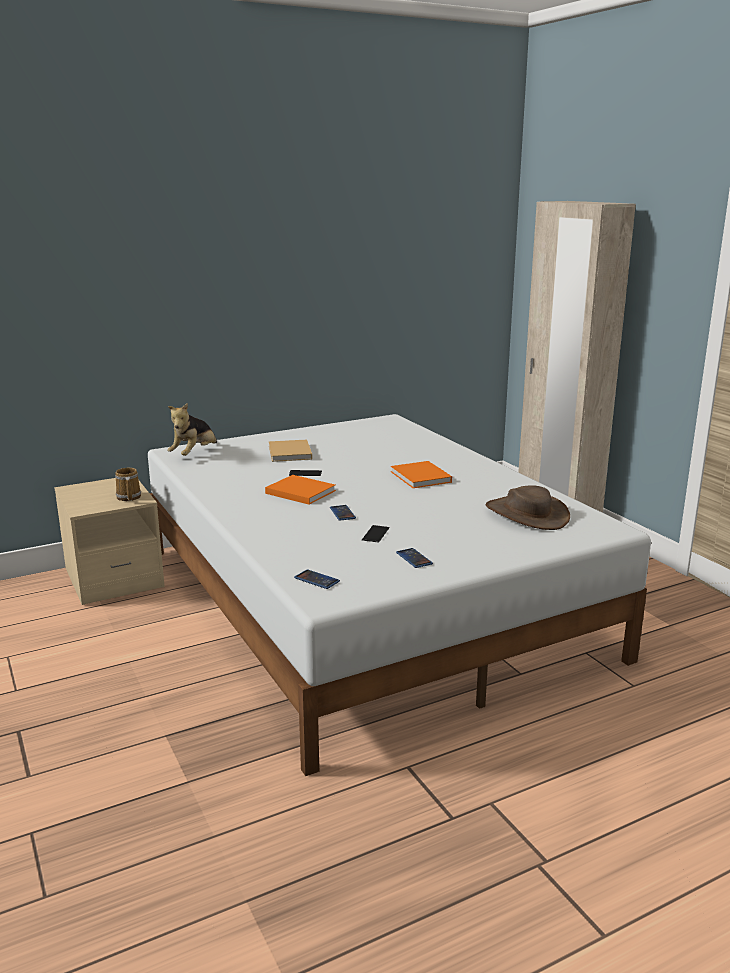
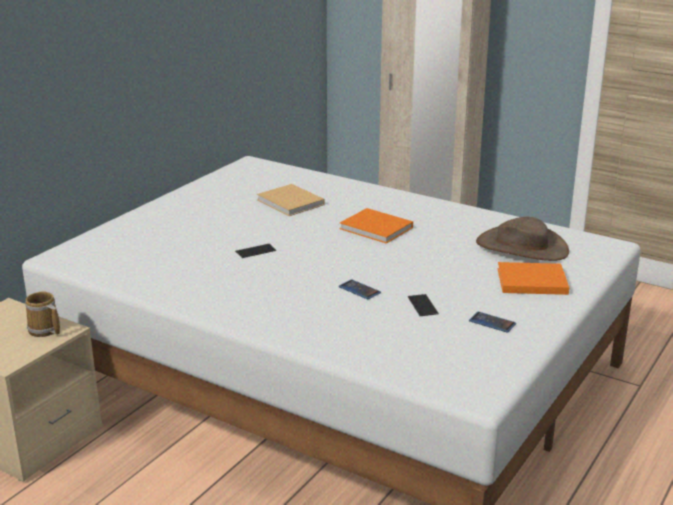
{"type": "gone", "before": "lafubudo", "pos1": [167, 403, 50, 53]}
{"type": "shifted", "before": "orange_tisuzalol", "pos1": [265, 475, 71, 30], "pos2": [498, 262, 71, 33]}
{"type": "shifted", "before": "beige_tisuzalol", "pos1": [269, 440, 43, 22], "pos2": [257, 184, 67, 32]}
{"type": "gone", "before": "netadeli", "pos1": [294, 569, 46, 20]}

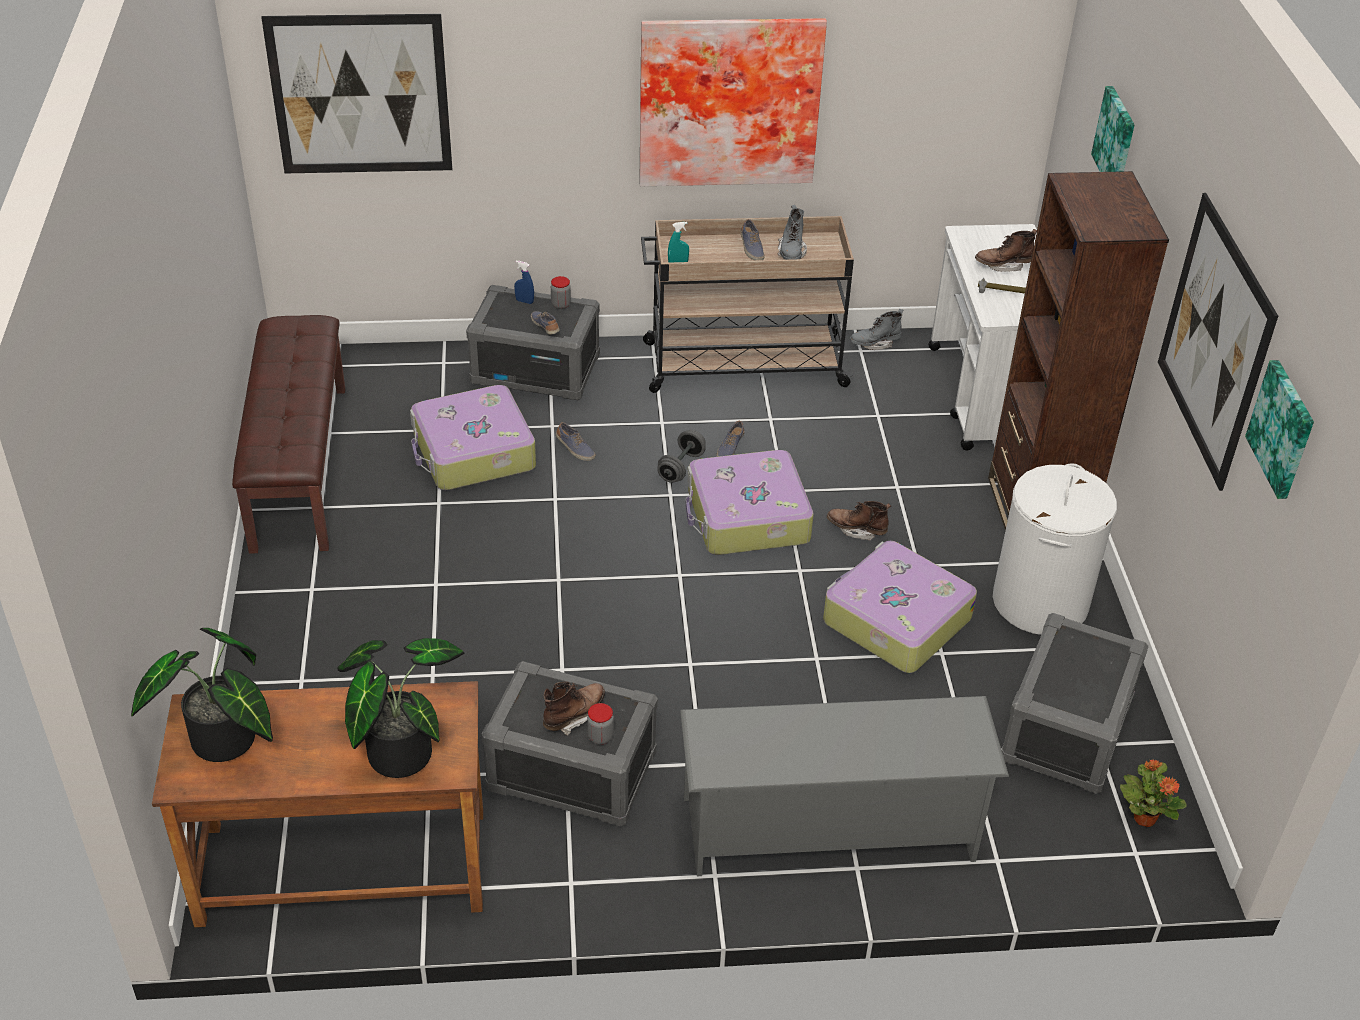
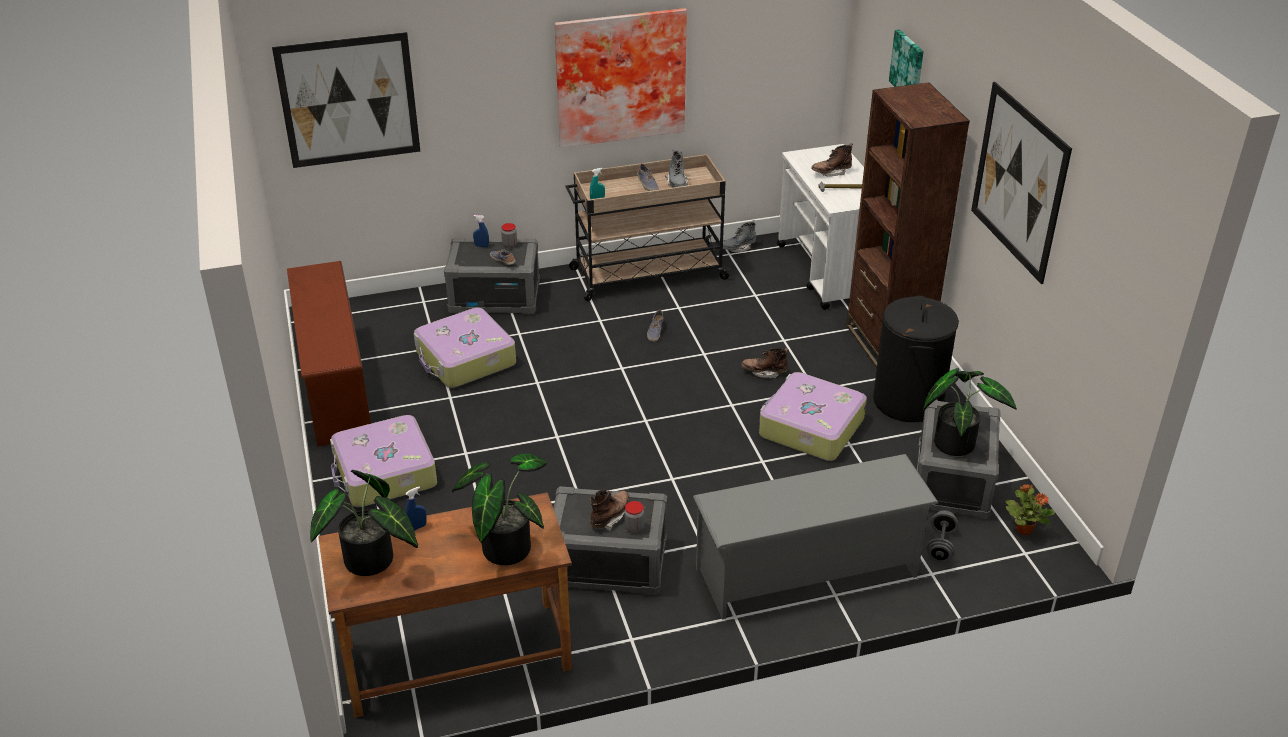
{"type": "swapped", "before": "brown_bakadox", "after": "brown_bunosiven", "pos1": [232, 315, 113, 239], "pos2": [287, 261, 84, 185]}
{"type": "gone", "before": "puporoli", "pos1": [556, 422, 40, 39]}
{"type": "shifted", "before": "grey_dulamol", "pos1": [657, 430, 49, 53], "pos2": [926, 510, 33, 52]}
{"type": "shifted", "before": "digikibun", "pos1": [685, 450, 129, 105], "pos2": [330, 415, 107, 92]}
{"type": "repainted", "before": "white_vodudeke", "after": "black_vodudeke", "pos1": [993, 463, 124, 172], "pos2": [873, 295, 86, 127]}
{"type": "gone", "before": "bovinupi", "pos1": [1245, 360, 69, 139]}
{"type": "new", "after": "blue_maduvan", "pos2": [405, 486, 22, 45]}
{"type": "new", "after": "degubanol", "pos2": [923, 368, 94, 88]}

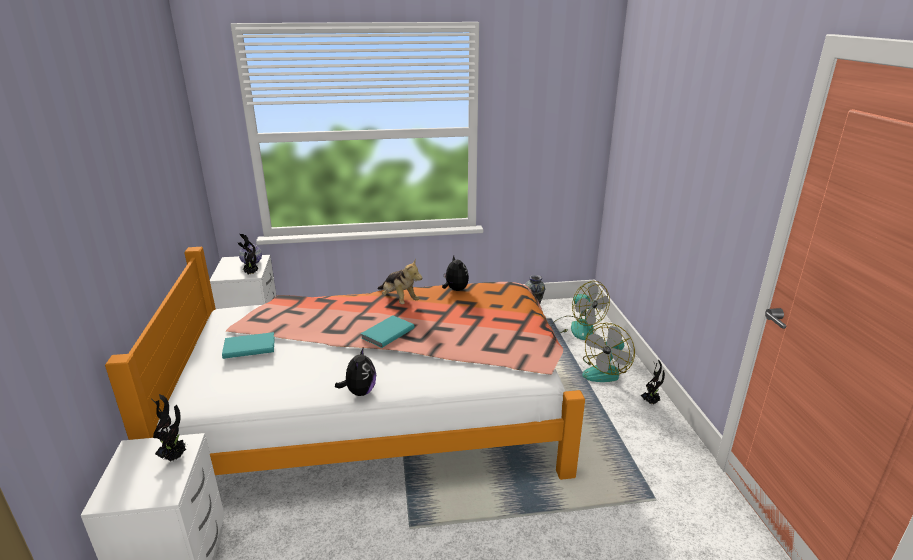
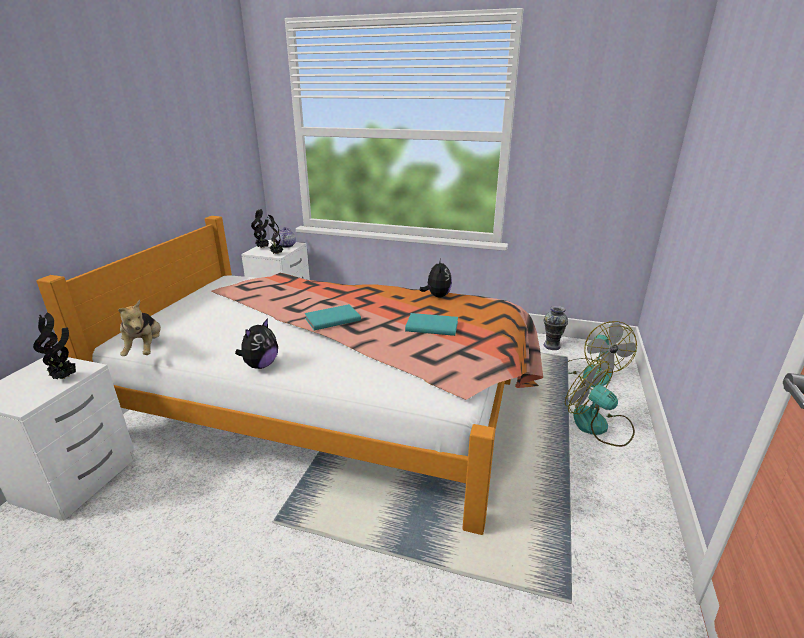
{"type": "shifted", "before": "turquoise_tisuzalol", "pos1": [222, 332, 53, 27], "pos2": [405, 313, 53, 23]}
{"type": "shifted", "before": "lafubudo", "pos1": [377, 258, 45, 46], "pos2": [118, 300, 43, 56]}
{"type": "rotated", "before": "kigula", "pos1": [582, 323, 53, 59], "pos2": [565, 360, 70, 87], "turn": 75}
{"type": "shifted", "before": "degubanol", "pos1": [641, 360, 24, 44], "pos2": [251, 209, 18, 39]}

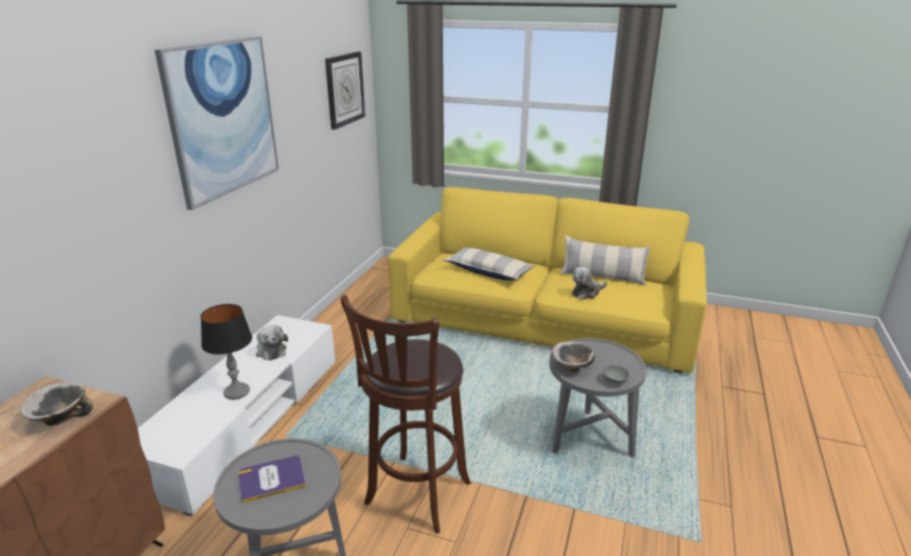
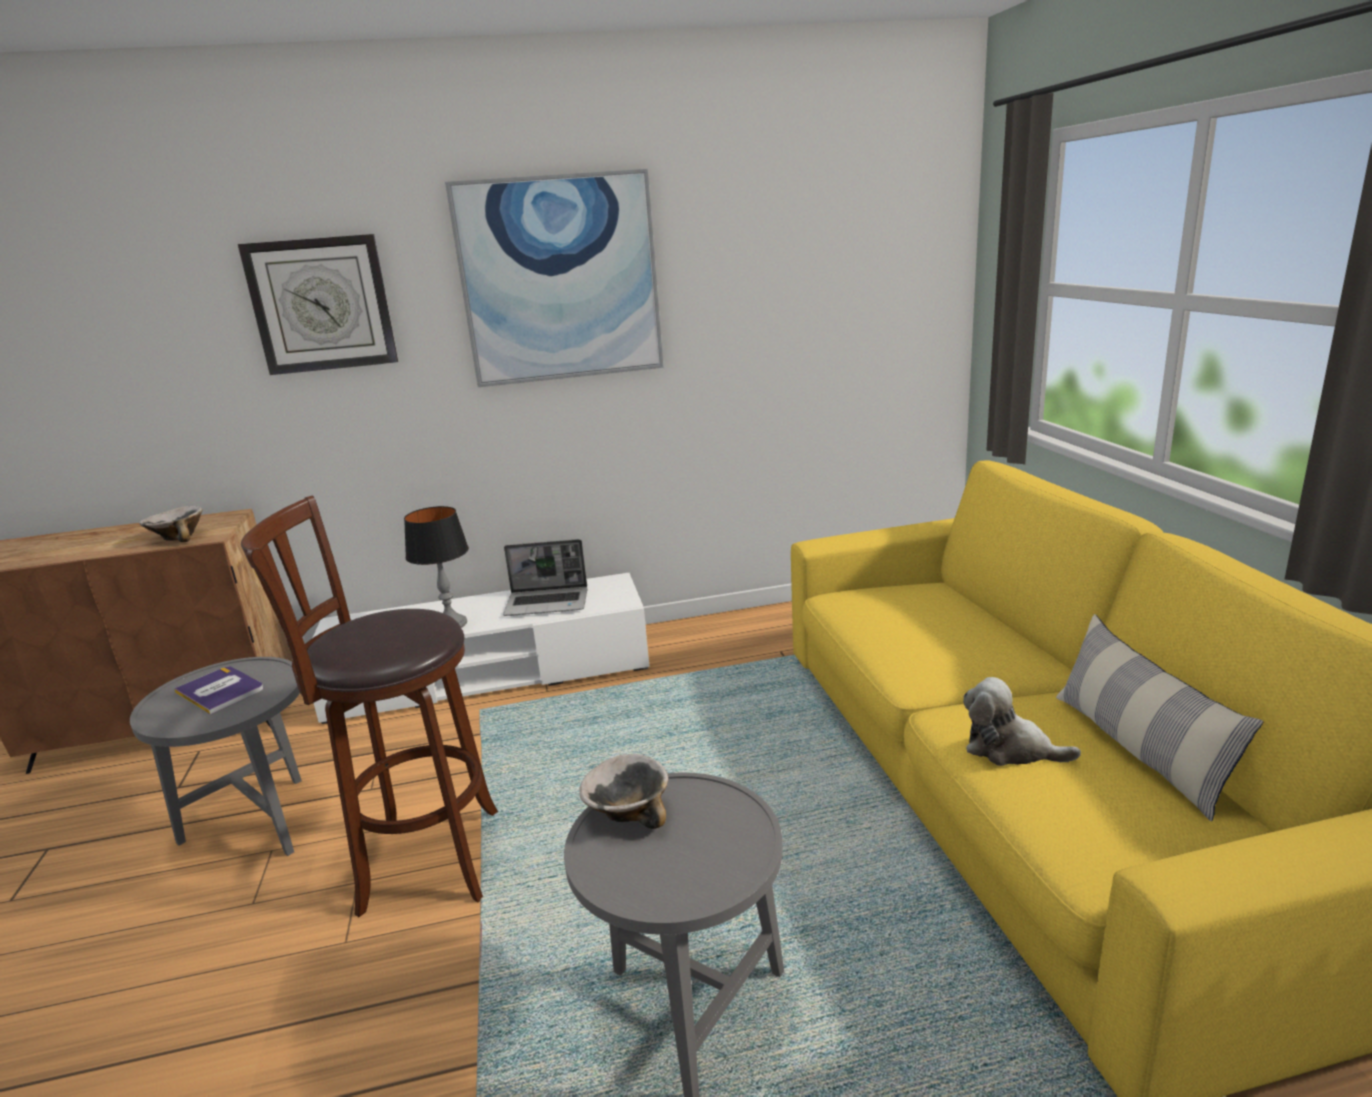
{"type": "swapped", "before": "lafubudo", "after": "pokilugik", "pos1": [256, 325, 32, 36], "pos2": [503, 539, 84, 77]}
{"type": "shifted", "before": "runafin", "pos1": [325, 52, 40, 78], "pos2": [238, 234, 160, 141]}
{"type": "gone", "before": "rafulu", "pos1": [444, 247, 90, 33]}
{"type": "gone", "before": "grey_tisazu", "pos1": [603, 365, 27, 19]}

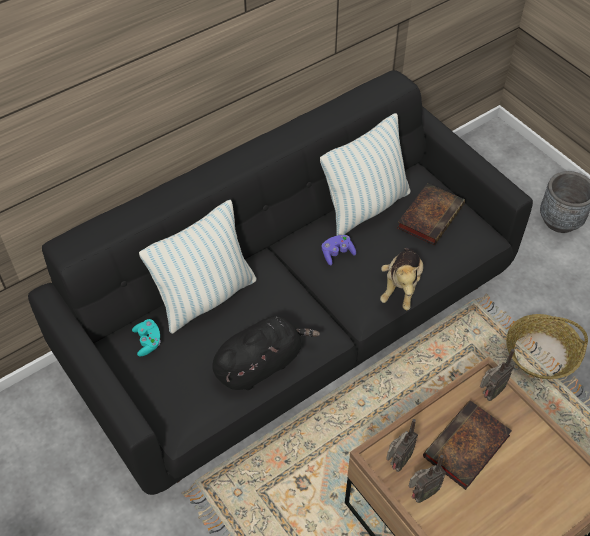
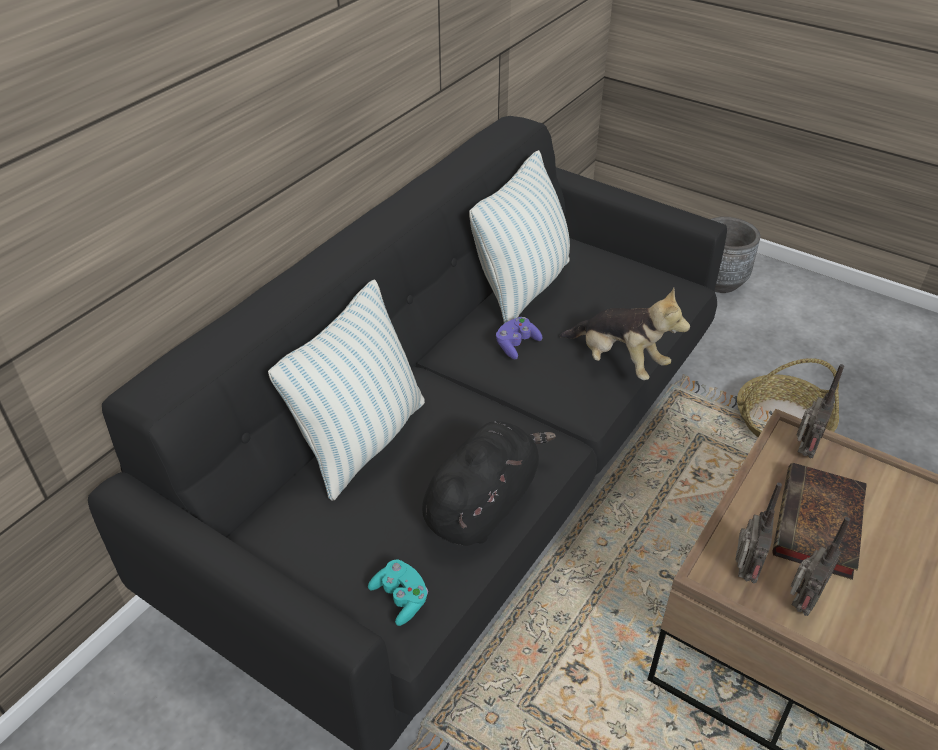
{"type": "shifted", "before": "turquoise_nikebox", "pos1": [132, 319, 29, 37], "pos2": [368, 559, 60, 67]}
{"type": "rotated", "before": "lafubudo", "pos1": [380, 248, 43, 62], "pos2": [559, 288, 131, 92], "turn": -45}
{"type": "gone", "before": "tisuzalol", "pos1": [397, 183, 68, 62]}

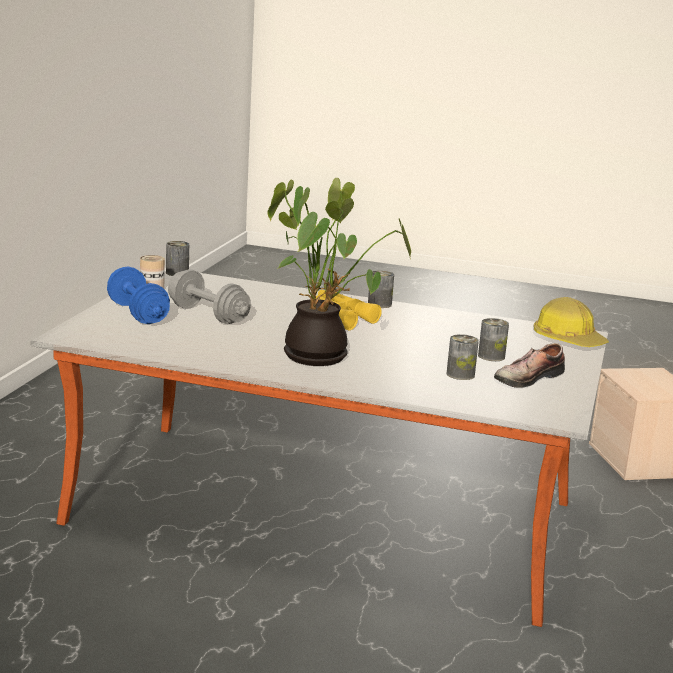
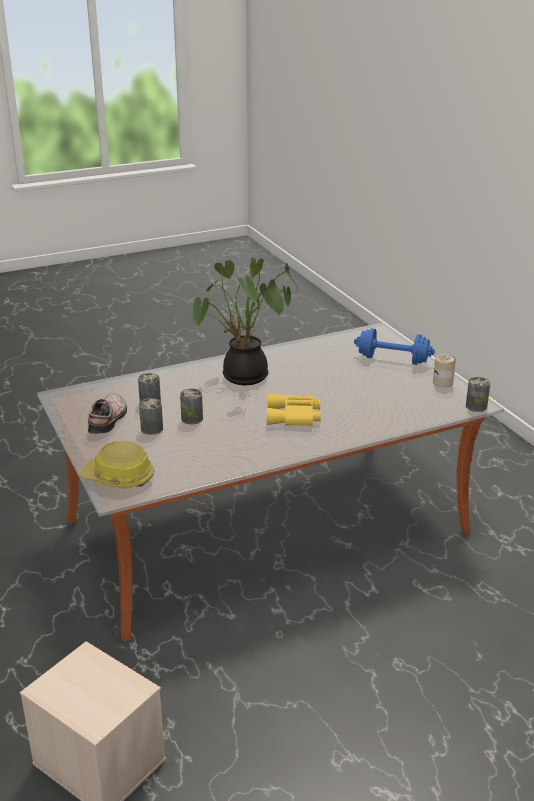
{"type": "gone", "before": "grey_dulamol", "pos1": [168, 269, 83, 55]}
{"type": "shifted", "before": "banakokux", "pos1": [368, 270, 26, 38], "pos2": [180, 389, 23, 36]}

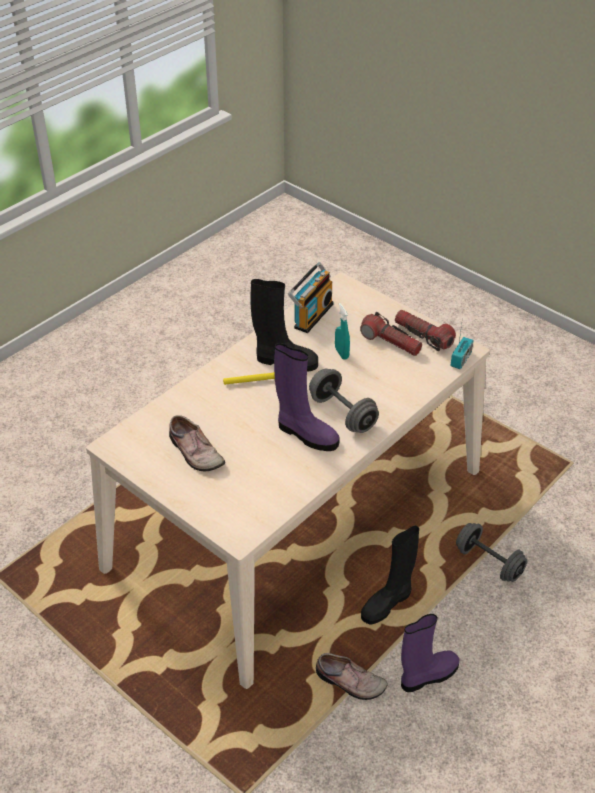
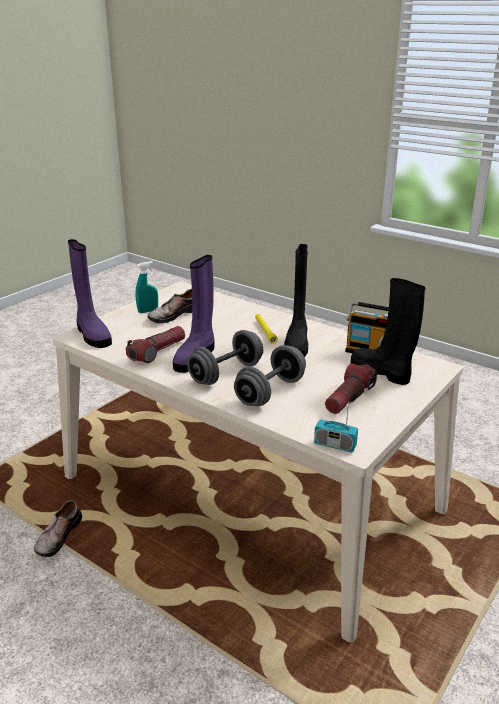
{"type": "shifted", "before": "turquoise_maduvan", "pos1": [335, 303, 15, 57], "pos2": [136, 261, 22, 52]}
{"type": "shifted", "before": "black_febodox", "pos1": [361, 526, 58, 98], "pos2": [351, 278, 74, 107]}
{"type": "shifted", "before": "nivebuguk", "pos1": [395, 310, 61, 41], "pos2": [126, 326, 59, 37]}
{"type": "shifted", "before": "purple_febodox", "pos1": [401, 614, 58, 78], "pos2": [68, 239, 44, 109]}
{"type": "shifted", "before": "grey_dulamol", "pos1": [456, 523, 71, 59], "pos2": [234, 345, 72, 61]}

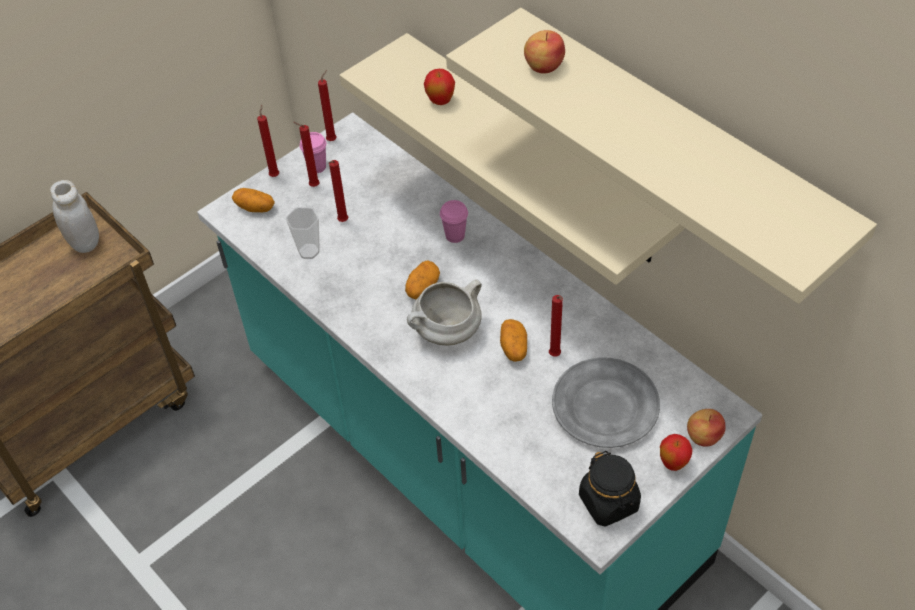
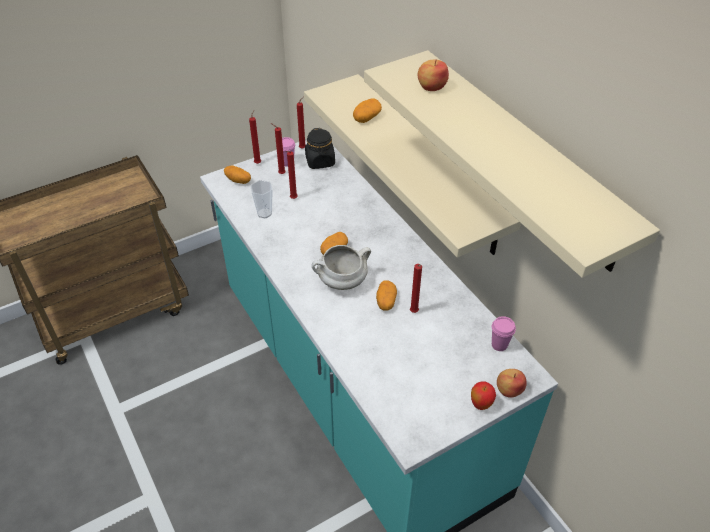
{"type": "gone", "before": "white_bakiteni", "pos1": [50, 180, 49, 73]}
{"type": "swapped", "before": "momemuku", "after": "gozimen", "pos1": [424, 69, 31, 36], "pos2": [353, 98, 29, 25]}
{"type": "shifted", "before": "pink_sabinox", "pos1": [440, 200, 28, 43], "pos2": [492, 316, 24, 35]}
{"type": "gone", "before": "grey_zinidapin", "pos1": [552, 357, 108, 91]}
{"type": "shifted", "before": "black_bakiteni", "pos1": [579, 451, 62, 76], "pos2": [305, 128, 30, 41]}

